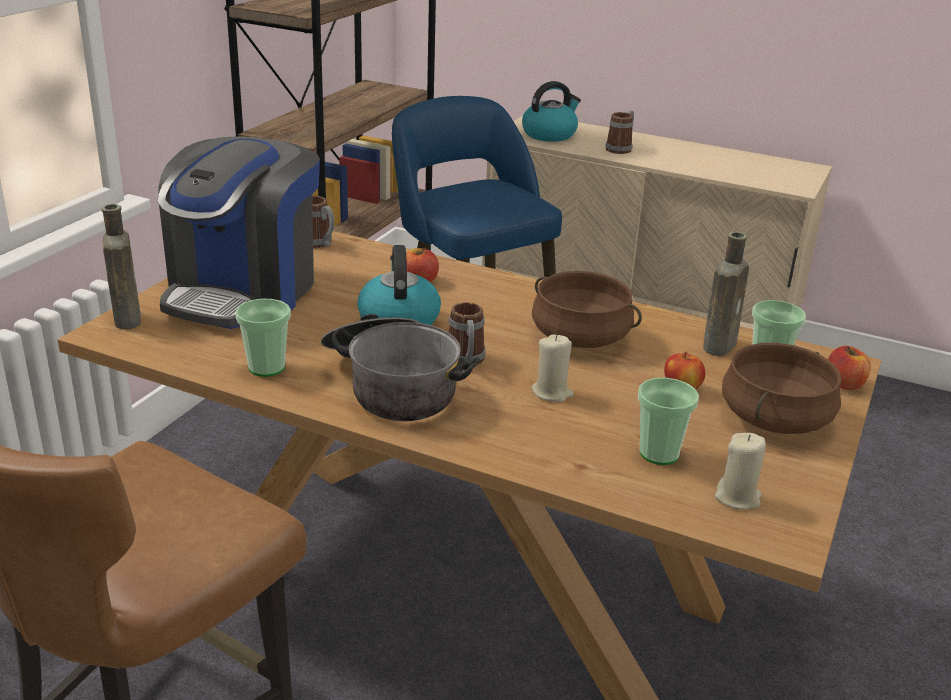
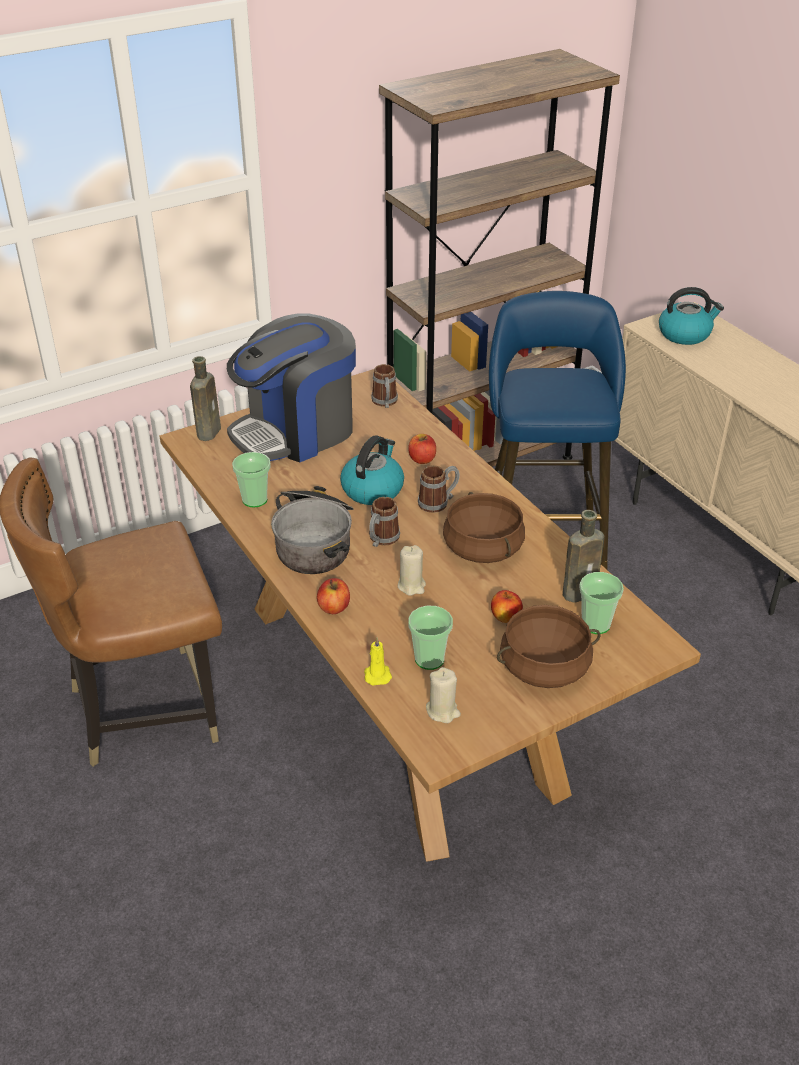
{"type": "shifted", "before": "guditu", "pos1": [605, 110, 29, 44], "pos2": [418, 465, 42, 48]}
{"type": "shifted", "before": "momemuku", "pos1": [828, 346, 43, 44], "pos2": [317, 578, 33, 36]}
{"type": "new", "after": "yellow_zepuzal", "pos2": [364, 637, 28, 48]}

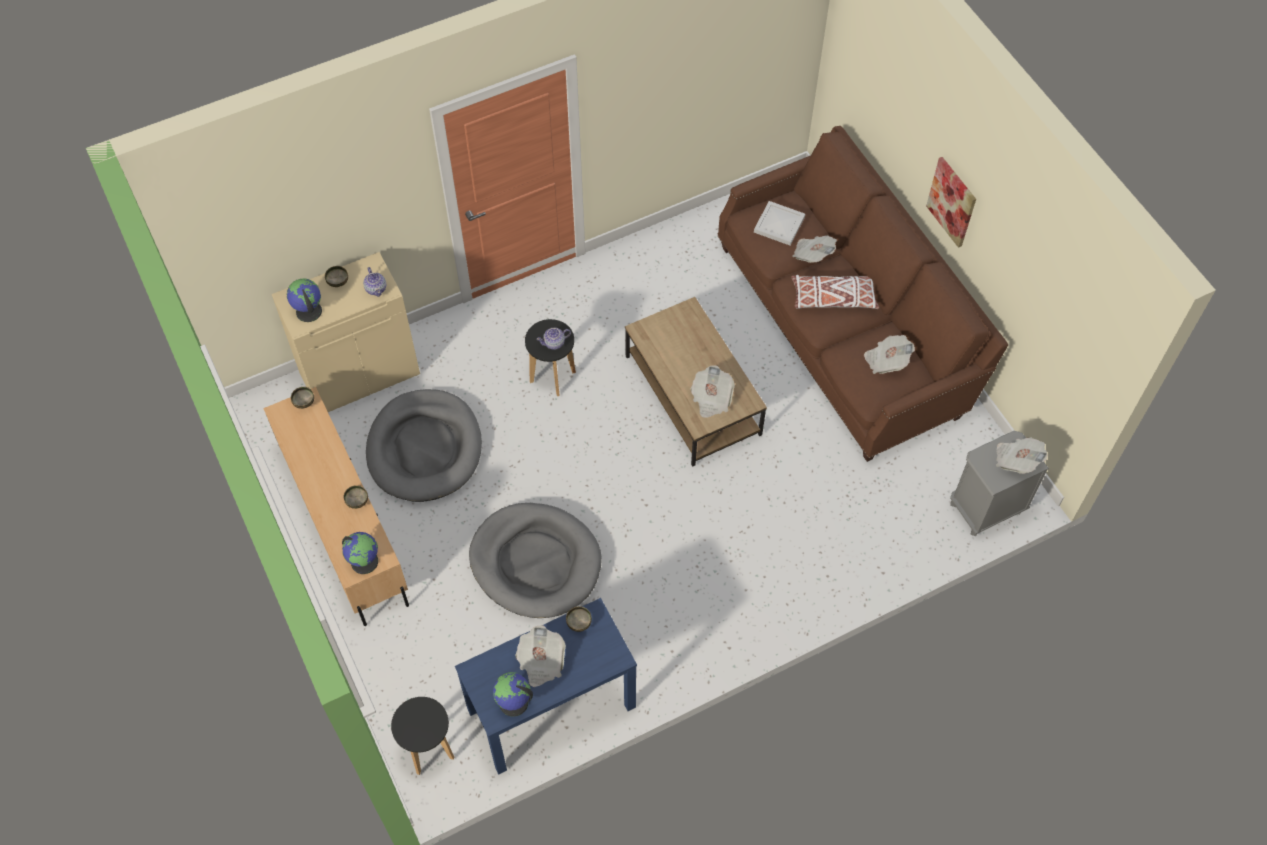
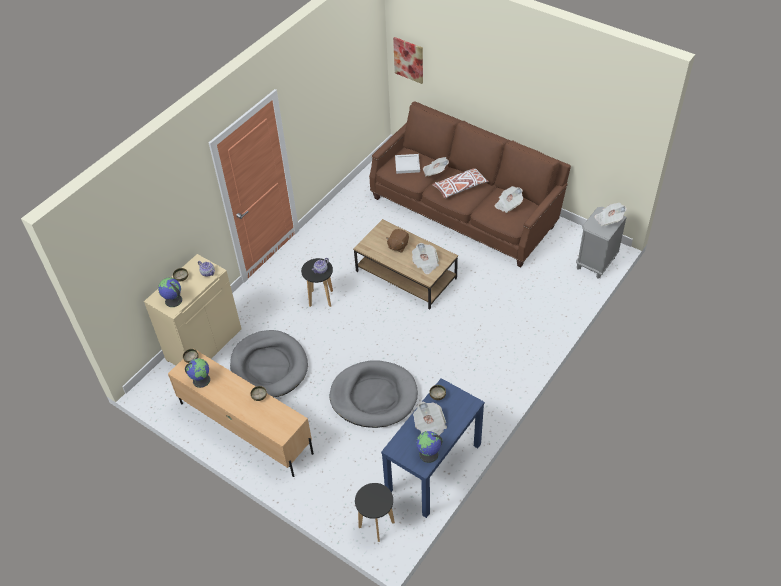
{"type": "shifted", "before": "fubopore", "pos1": [342, 532, 36, 42], "pos2": [185, 358, 25, 30]}
{"type": "shifted", "before": "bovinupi", "pos1": [926, 157, 50, 91], "pos2": [393, 37, 30, 47]}
{"type": "new", "after": "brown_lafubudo", "pos2": [386, 229, 23, 23]}

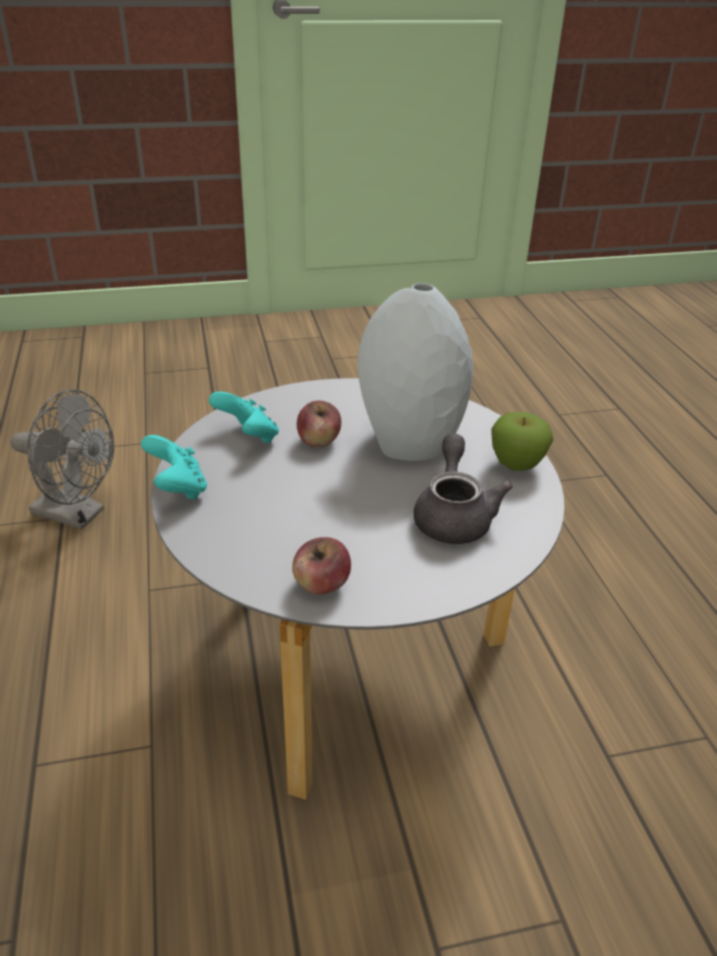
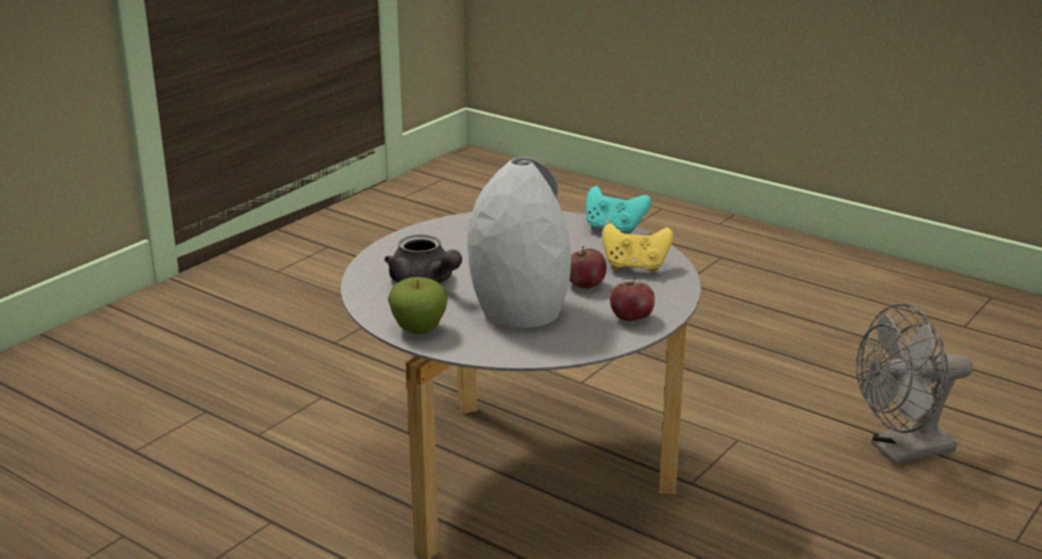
{"type": "repainted", "before": "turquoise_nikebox", "after": "yellow_nikebox", "pos1": [209, 392, 70, 51], "pos2": [602, 223, 71, 50]}
{"type": "shifted", "before": "momemuku", "pos1": [292, 537, 59, 57], "pos2": [610, 277, 45, 44]}

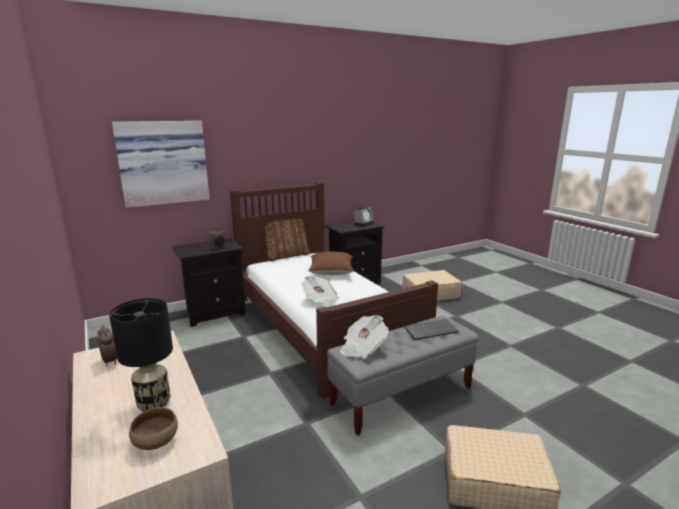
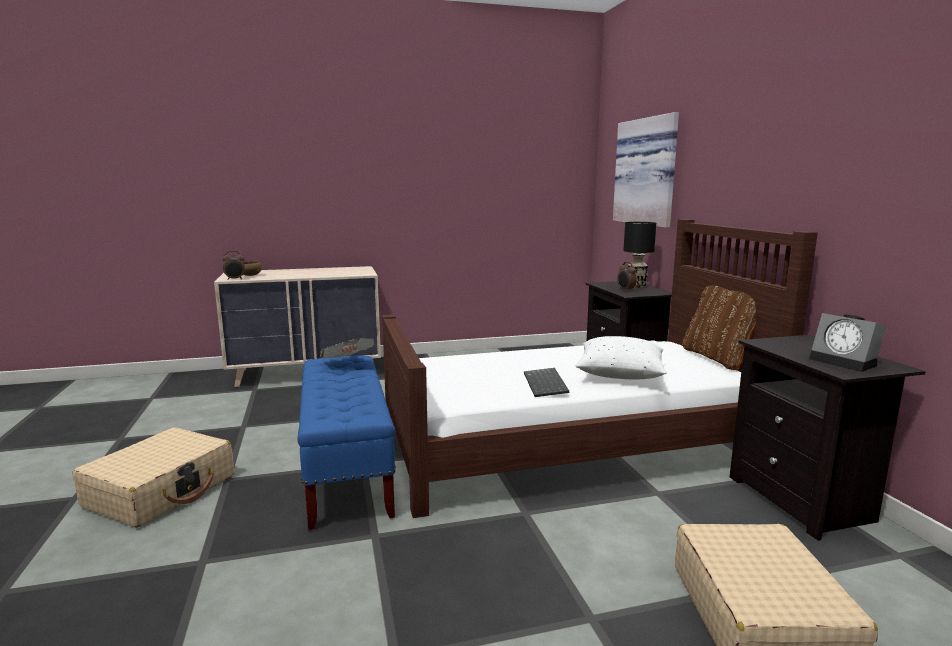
{"type": "shifted", "before": "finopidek", "pos1": [98, 325, 19, 41], "pos2": [222, 251, 23, 29]}
{"type": "shifted", "before": "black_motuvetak", "pos1": [109, 298, 64, 113], "pos2": [623, 222, 33, 66]}
{"type": "gone", "before": "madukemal", "pos1": [301, 276, 38, 31]}
{"type": "repainted", "before": "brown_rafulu", "after": "white_rafulu", "pos1": [308, 251, 46, 24], "pos2": [576, 336, 91, 43]}
{"type": "repainted", "before": "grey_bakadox", "after": "blue_bakadox", "pos1": [327, 315, 152, 121], "pos2": [297, 355, 99, 175]}
{"type": "shifted", "before": "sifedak", "pos1": [404, 319, 55, 21], "pos2": [524, 368, 45, 29]}

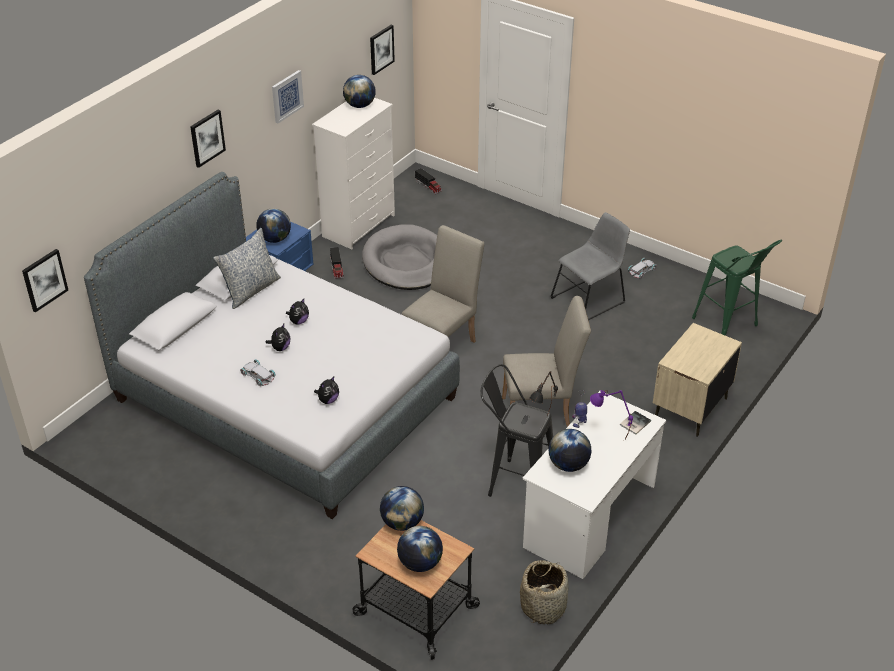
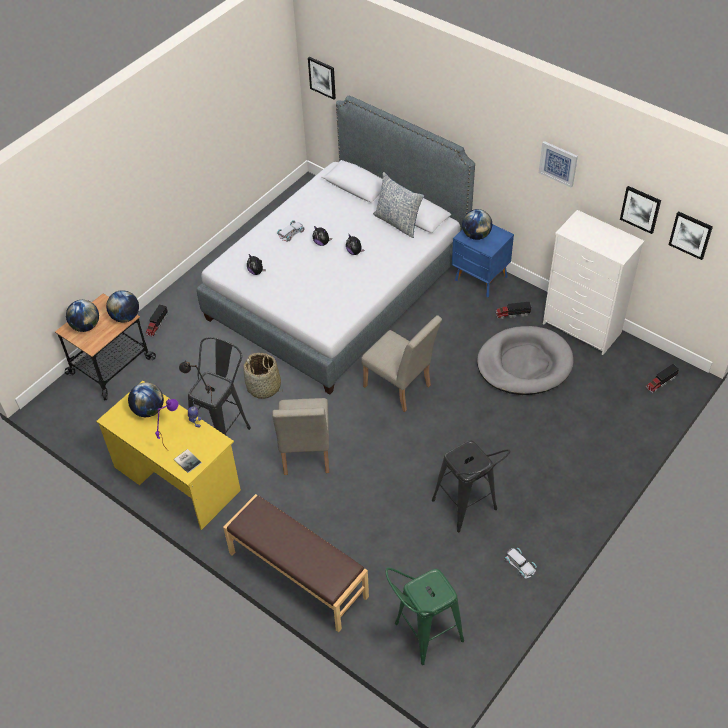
{"type": "shifted", "before": "bovinupi", "pos1": [190, 110, 36, 58], "pos2": [620, 186, 41, 48]}
{"type": "gone", "before": "fubopore", "pos1": [343, 75, 33, 33]}
{"type": "shifted", "before": "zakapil", "pos1": [520, 560, 49, 64], "pos2": [243, 353, 39, 46]}
{"type": "repainted", "before": "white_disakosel", "after": "yellow_disakosel", "pos1": [522, 391, 145, 188], "pos2": [96, 381, 145, 149]}
{"type": "swapped", "before": "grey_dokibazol", "after": "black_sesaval", "pos1": [551, 212, 79, 108], "pos2": [432, 440, 78, 92]}
{"type": "swapped", "before": "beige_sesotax", "after": "brown_bakadox", "pos1": [653, 323, 89, 114], "pos2": [223, 494, 146, 138]}
{"type": "new", "after": "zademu", "pos2": [146, 304, 22, 33]}

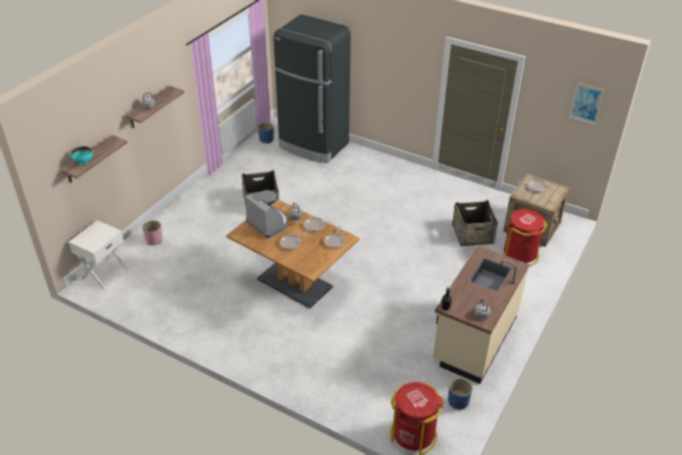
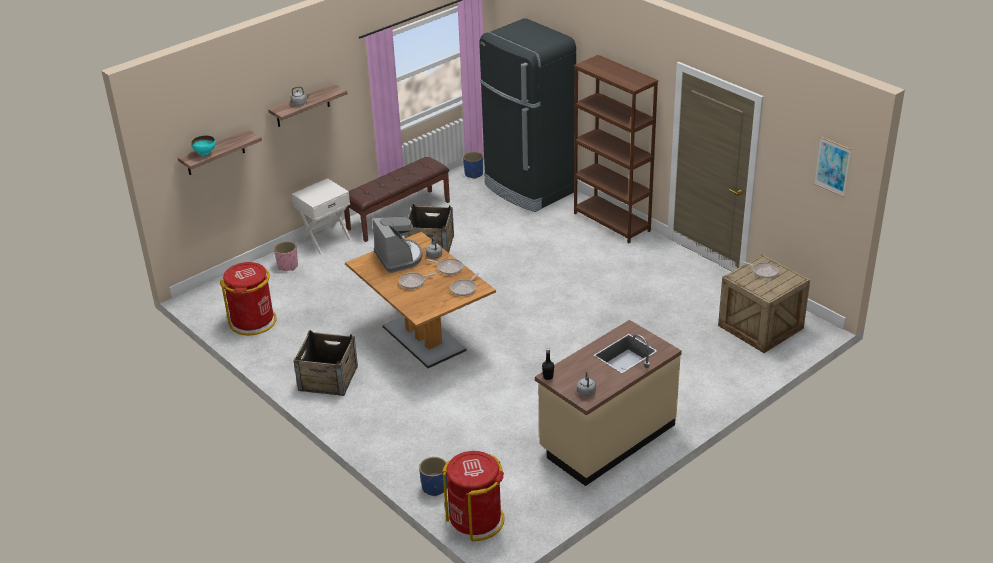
{"type": "shifted", "before": "white_sesotax", "pos1": [69, 220, 59, 69], "pos2": [292, 178, 60, 76]}
{"type": "shifted", "before": "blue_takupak", "pos1": [448, 378, 25, 32], "pos2": [419, 457, 28, 39]}
{"type": "shifted", "before": "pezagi", "pos1": [452, 200, 46, 46], "pos2": [293, 330, 65, 66]}
{"type": "shifted", "before": "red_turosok", "pos1": [504, 209, 43, 57], "pos2": [220, 262, 57, 73]}
{"type": "new", "after": "brown_bakadox", "pos2": [344, 157, 106, 85]}
{"type": "new", "after": "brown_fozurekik", "pos2": [574, 55, 84, 188]}

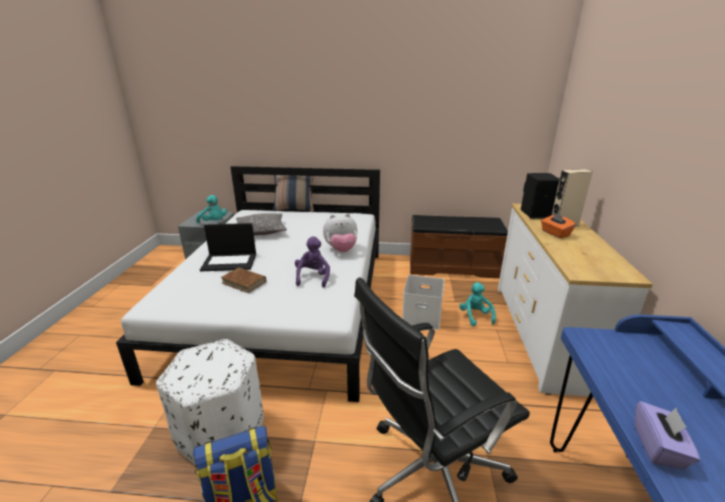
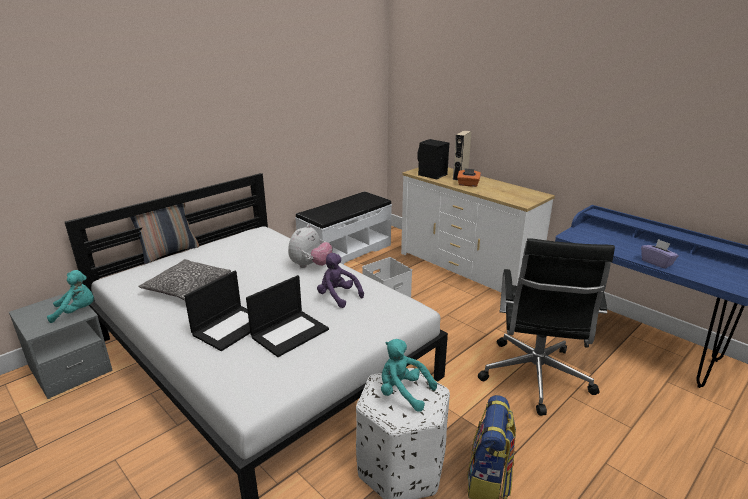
{"type": "swapped", "before": "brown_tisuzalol", "after": "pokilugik", "pos1": [220, 267, 46, 26], "pos2": [246, 275, 83, 82]}
{"type": "repainted", "before": "brown_bakadox", "after": "white_bakadox", "pos1": [410, 215, 98, 64], "pos2": [295, 192, 97, 73]}
{"type": "shifted", "before": "turquoise_lafubudo", "pos1": [459, 282, 37, 44], "pos2": [381, 339, 56, 73]}

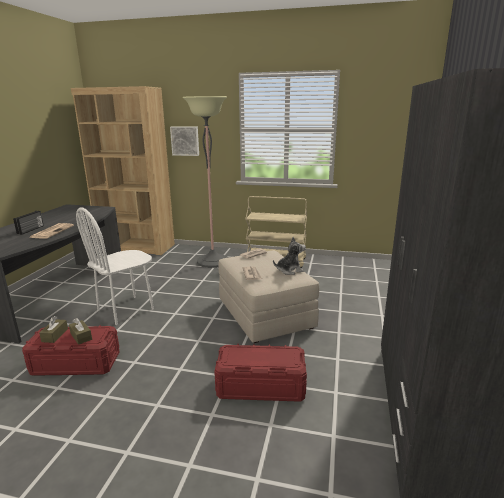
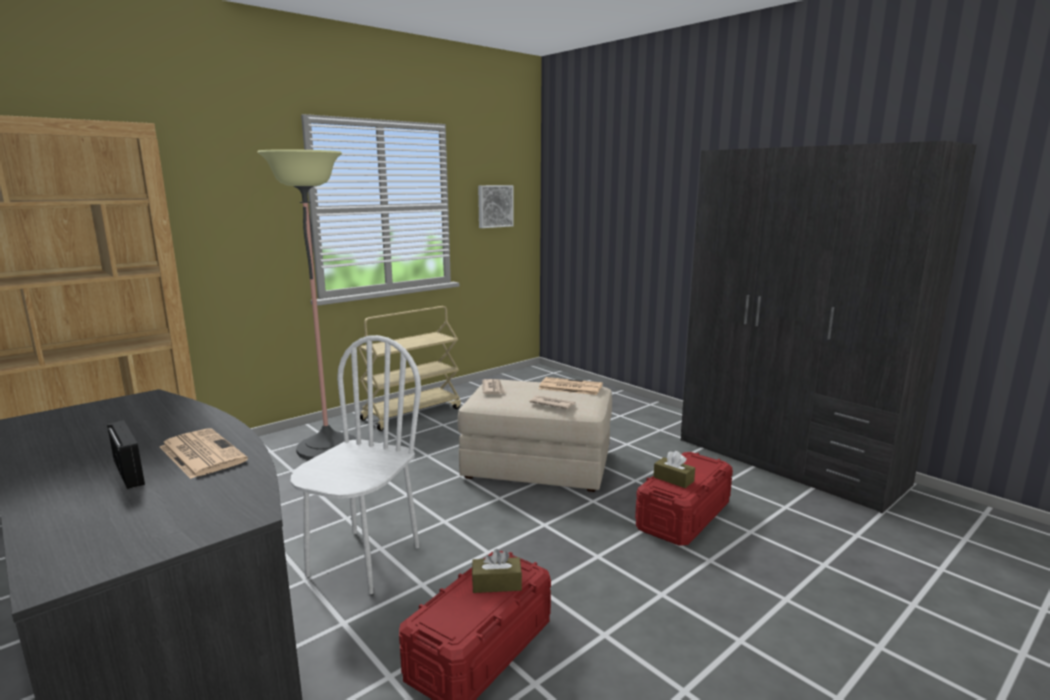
{"type": "shifted", "before": "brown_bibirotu", "pos1": [39, 316, 29, 27], "pos2": [653, 451, 42, 37]}
{"type": "rotated", "before": "white_dokibazol", "pos1": [76, 207, 78, 118], "pos2": [291, 335, 130, 259], "turn": -150}
{"type": "shifted", "before": "bovinupi", "pos1": [170, 127, 29, 29], "pos2": [478, 185, 36, 43]}
{"type": "swapped", "before": "lafubudo", "after": "madukemal", "pos1": [273, 237, 33, 38], "pos2": [539, 377, 64, 18]}

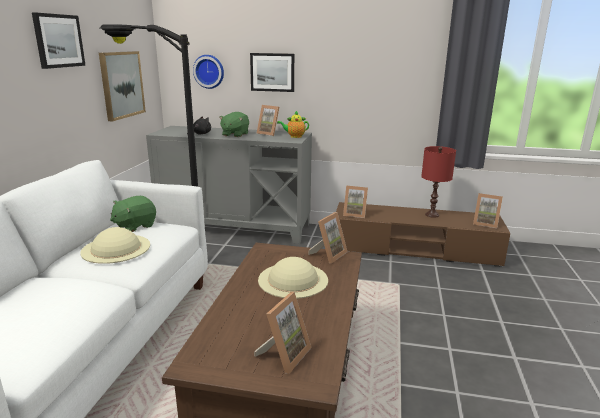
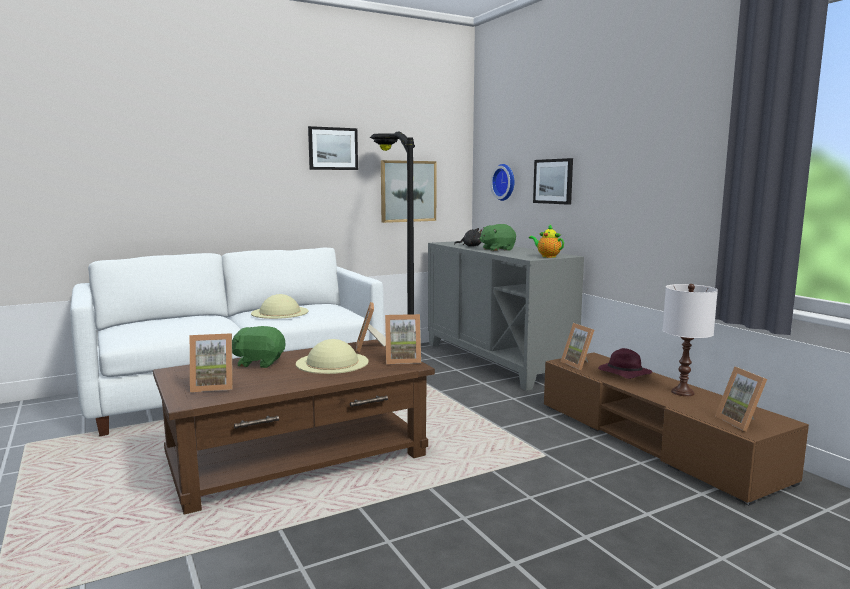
{"type": "shifted", "before": "green_lafubudo", "pos1": [110, 196, 46, 36], "pos2": [232, 326, 53, 42]}
{"type": "shifted", "before": "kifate", "pos1": [257, 105, 22, 31], "pos2": [356, 302, 30, 50]}
{"type": "repainted", "before": "red_motuvetak", "after": "white_motuvetak", "pos1": [421, 146, 35, 72], "pos2": [663, 284, 55, 112]}
{"type": "new", "after": "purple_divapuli", "pos2": [598, 348, 54, 31]}

